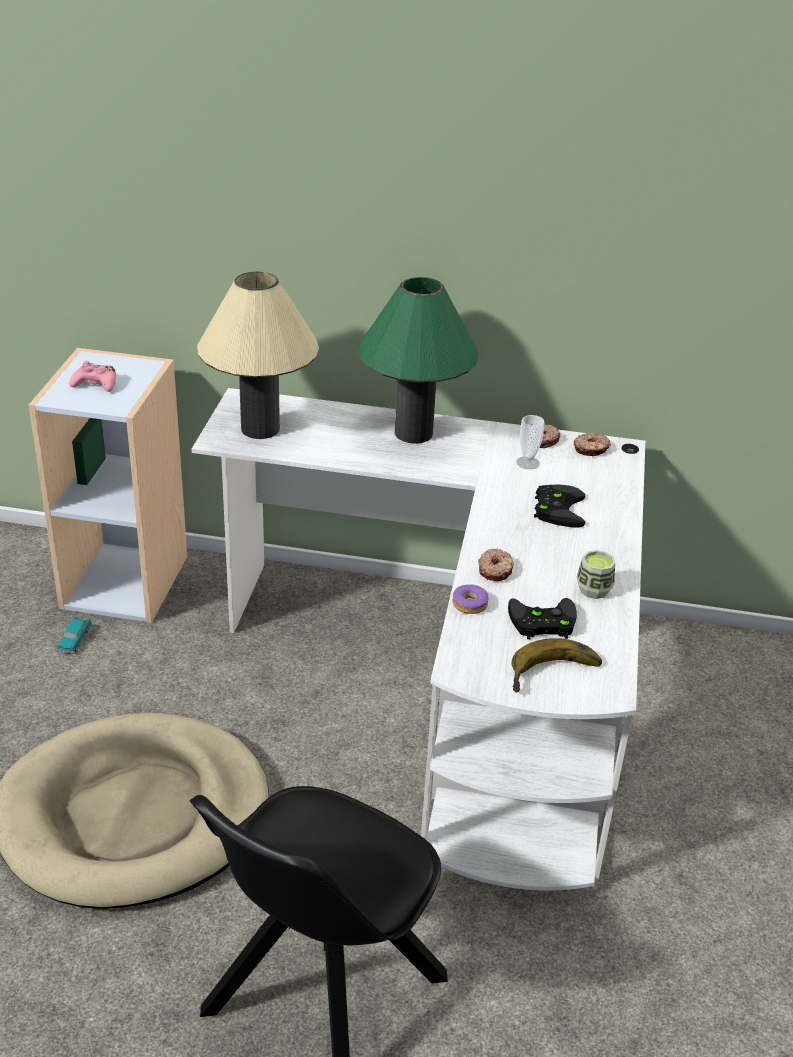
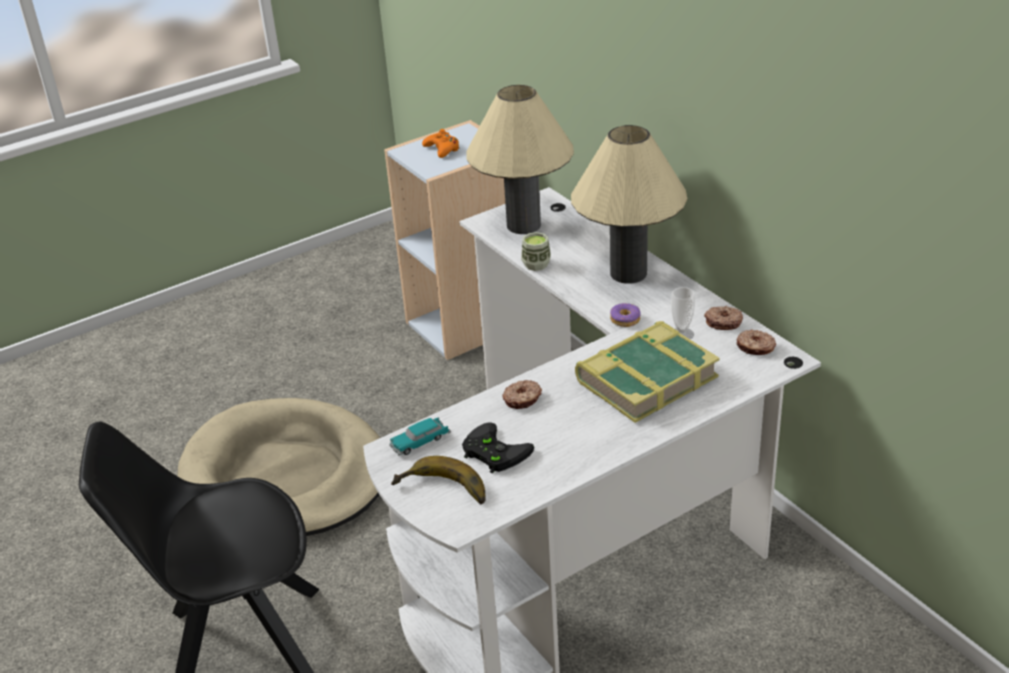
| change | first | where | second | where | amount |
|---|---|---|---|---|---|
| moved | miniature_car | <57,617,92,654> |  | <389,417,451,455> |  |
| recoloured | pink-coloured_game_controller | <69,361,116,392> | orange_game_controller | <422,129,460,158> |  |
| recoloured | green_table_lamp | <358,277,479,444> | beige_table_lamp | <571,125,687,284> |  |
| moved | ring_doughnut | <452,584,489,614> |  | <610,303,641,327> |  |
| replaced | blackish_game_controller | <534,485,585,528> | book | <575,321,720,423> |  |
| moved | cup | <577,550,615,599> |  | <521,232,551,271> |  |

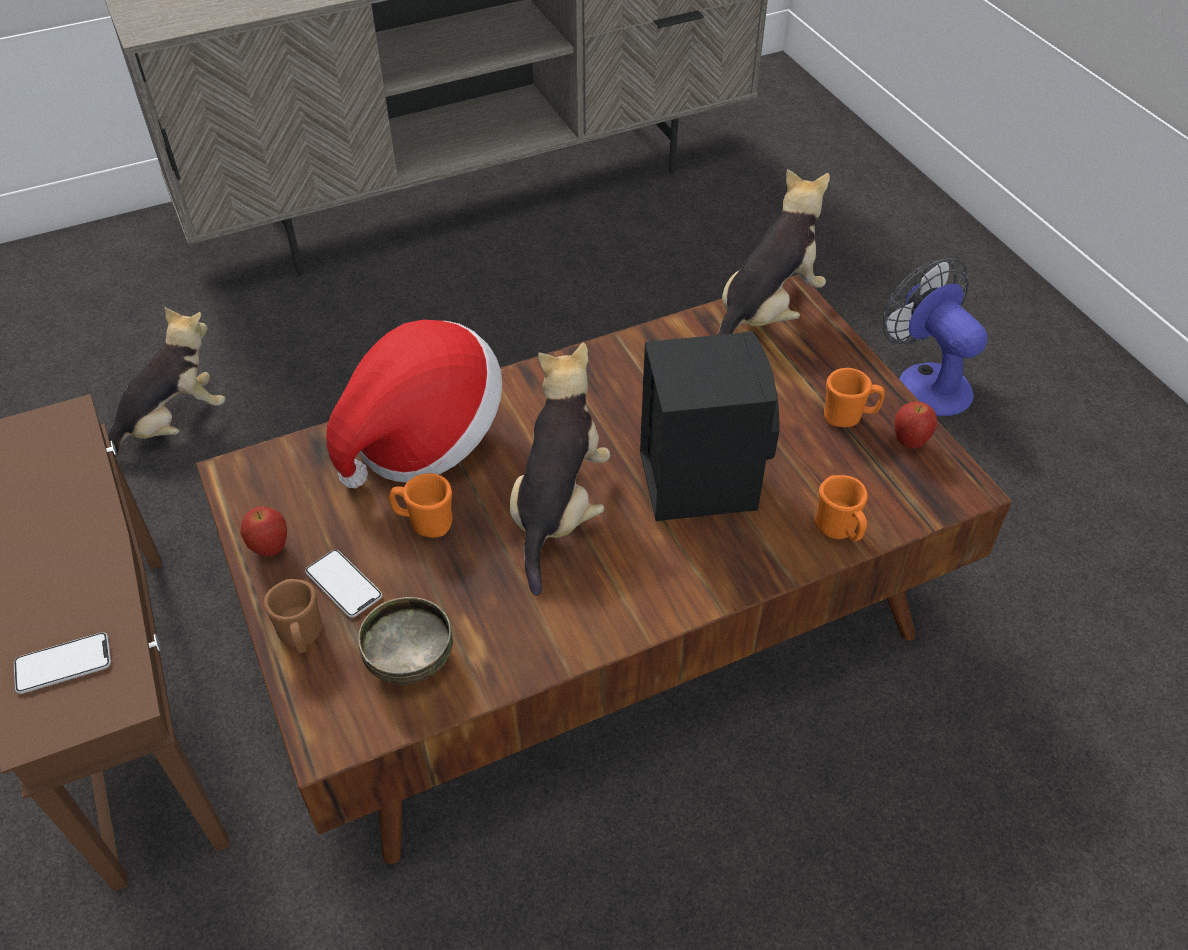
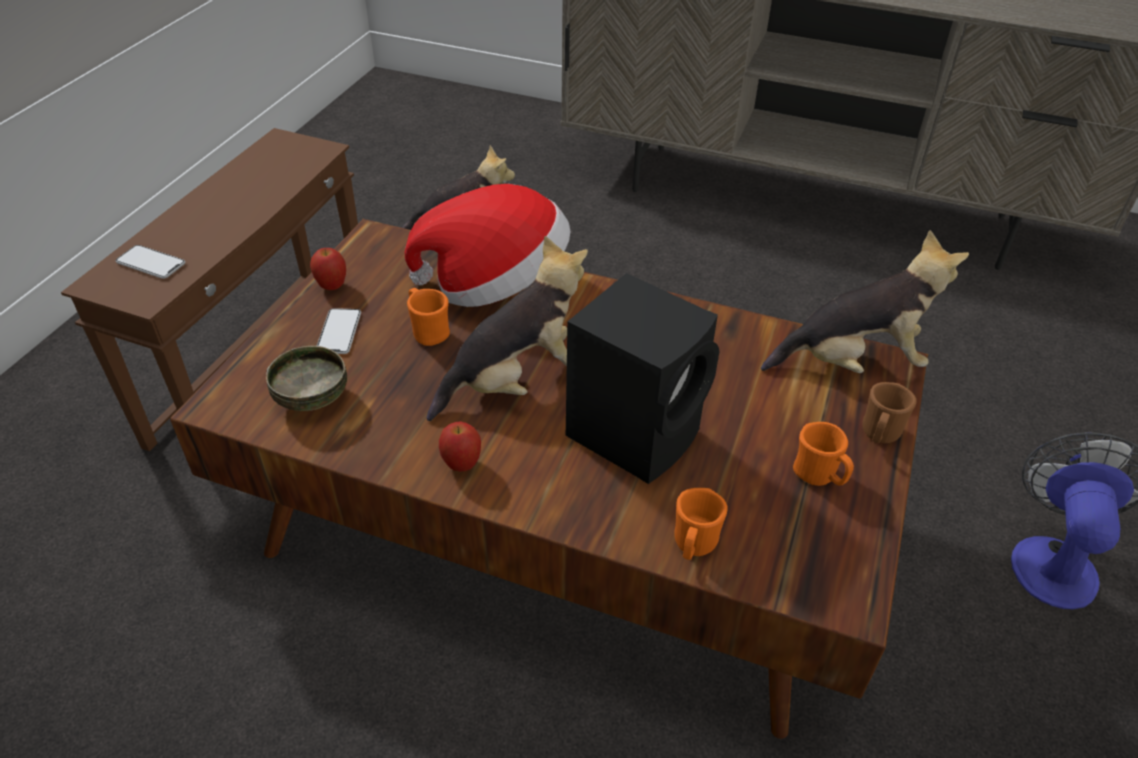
| change | first | where | second | where | amount |
|---|---|---|---|---|---|
| moved | brown-coloured_mug | <264,579,322,653> |  | <863,382,917,443> |  |
| moved | apple_fruit | <894,401,937,449> |  | <439,421,481,471> |  |

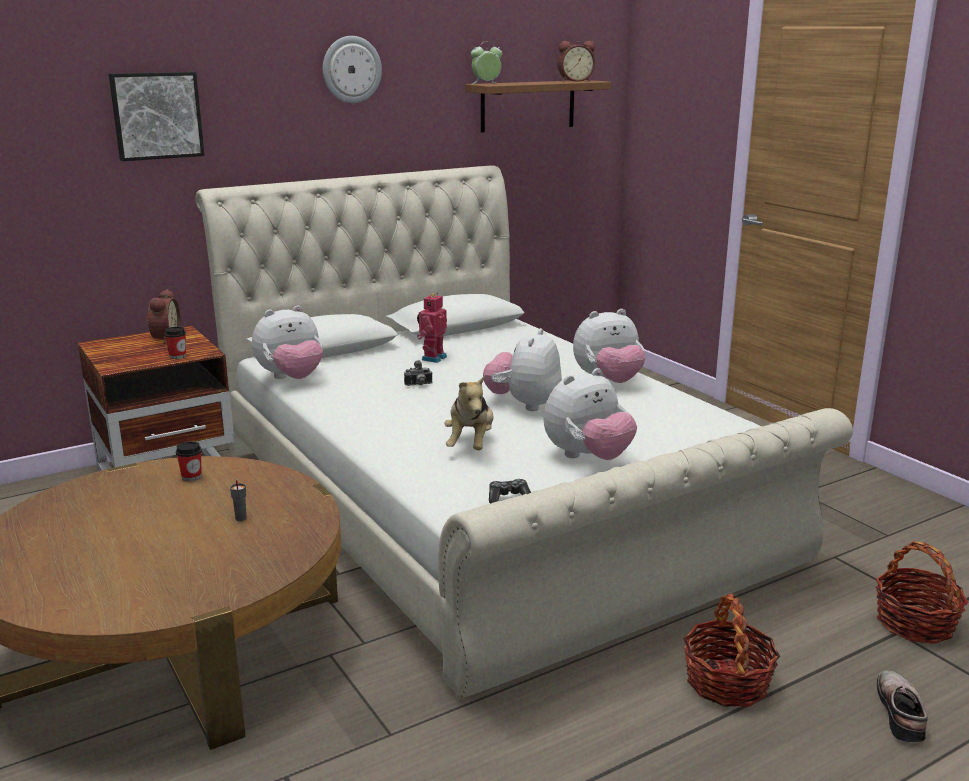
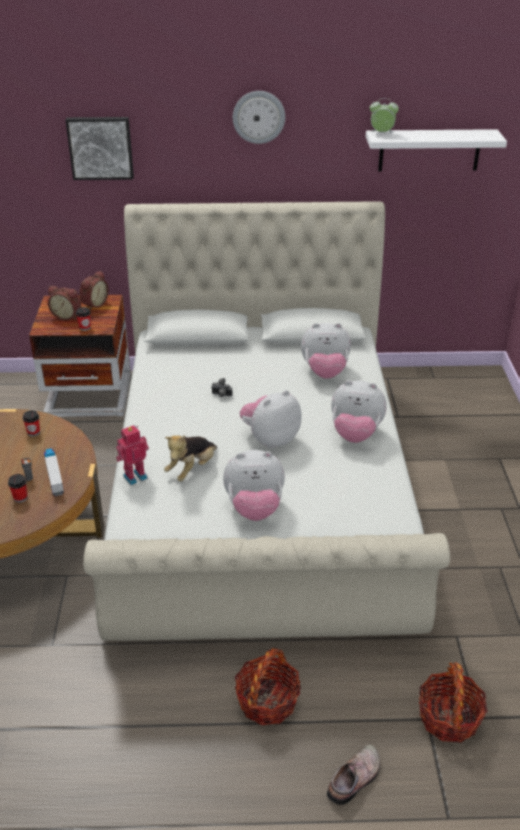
| change | first | where | second | where | amount |
|---|---|---|---|---|---|
| moved | soft_toy | <252,305,323,379> |  | <301,323,351,379> |  |
| moved | toy_robot | <417,293,447,363> |  | <116,425,149,485> |  |
| recoloured | brown-coloured_wall_shelf | <466,80,611,133> | white-coloured_wall_shelf | <366,129,507,171> |  |
| removed | game_controller | <489,479,531,504> |  |  |  |
| moved | alarm_clock | <557,41,595,82> |  | <48,286,81,321> |  |
| added |  |  | cup | <8,474,28,503> |  |
| added |  |  | toy_truck | <44,448,64,496> |  |

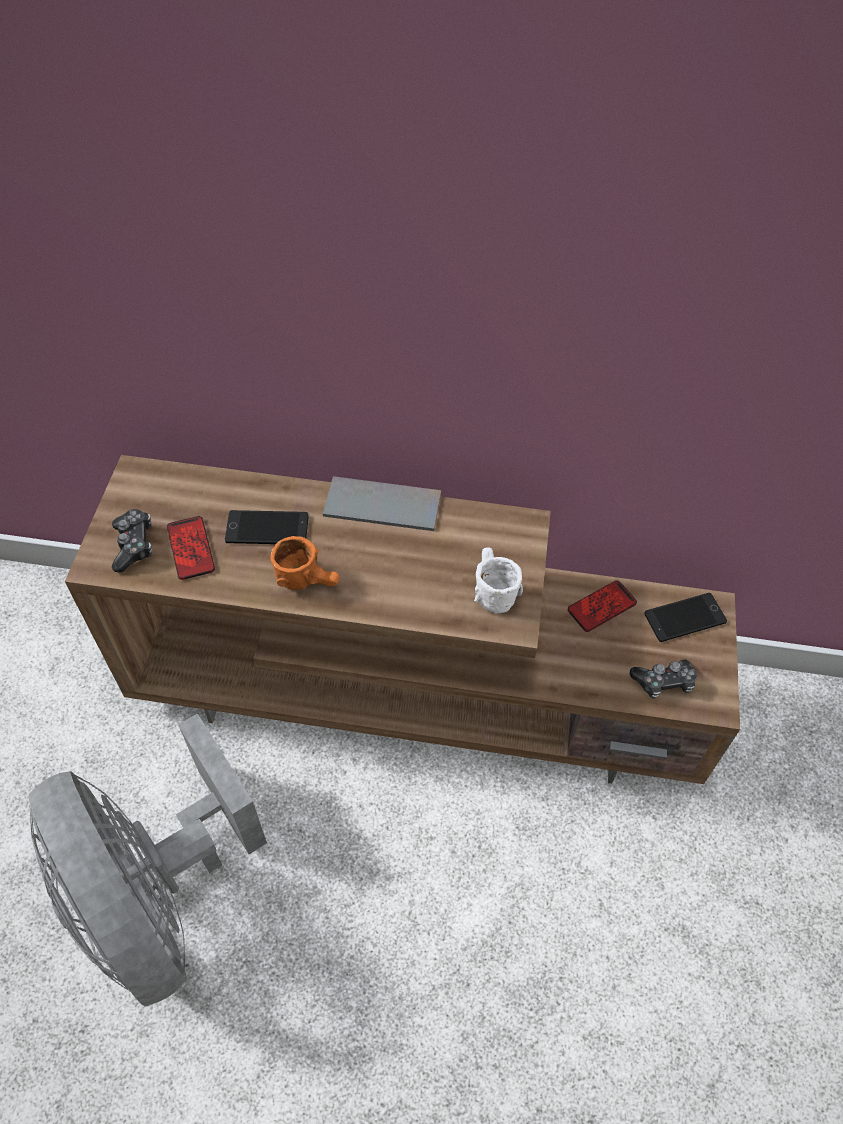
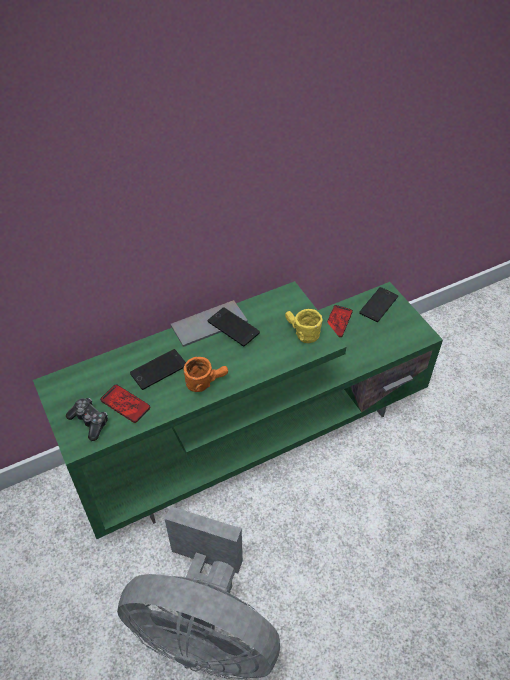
| change | first | where | second | where | amount |
|---|---|---|---|---|---|
| recoloured | brown-coloured_tv_stand | <65,455,740,784> | green_tv_stand | <33,281,443,539> |  |
| recoloured | white-coloured_mug | <474,547,523,613> | yellow-coloured_mug | <285,309,323,343> |  |
| removed | game_controller | <630,659,697,699> |  |  |  |
| added |  |  | phone | <208,307,260,346> |  |

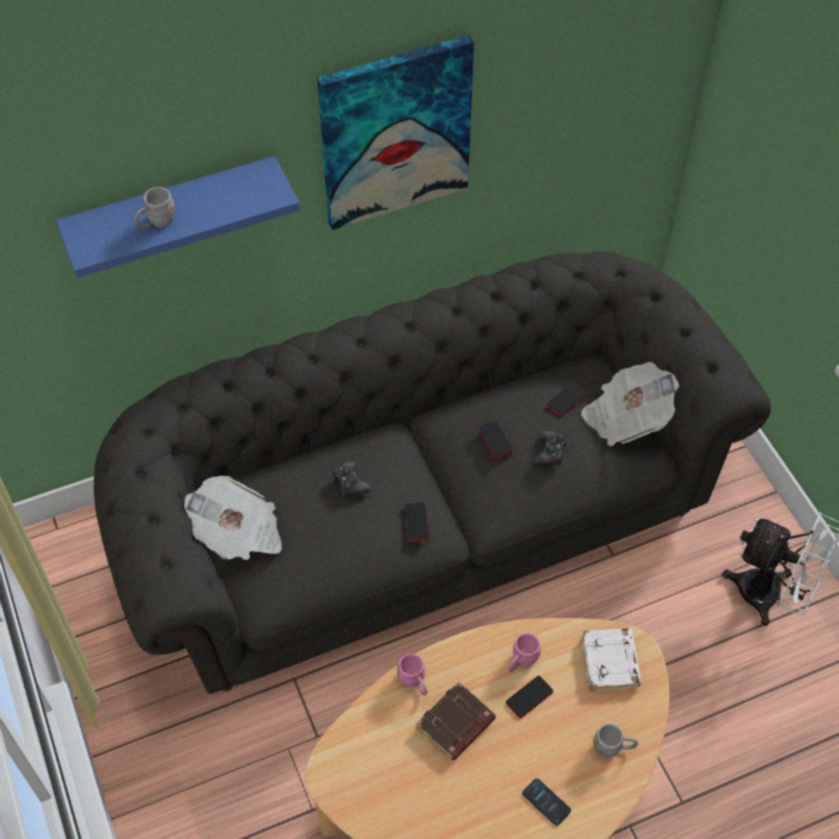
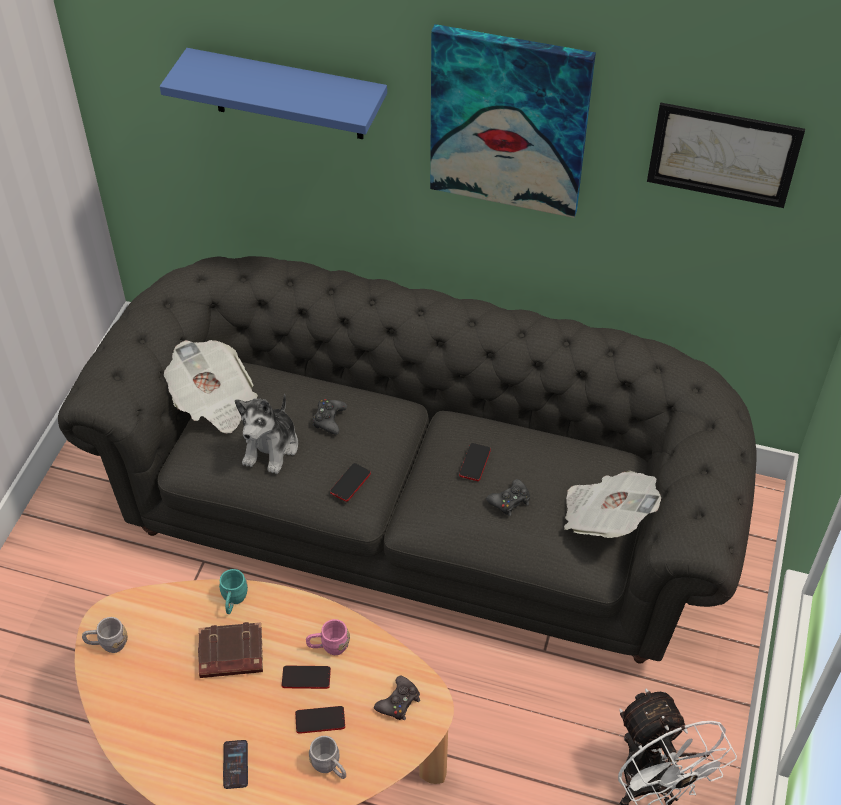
| change | first | where | second | where | amount |
|---|---|---|---|---|---|
| moved | gray_mug | <135,187,175,230> |  | <82,617,128,653> |  |
| recoloured | pink-coloured_mug | <397,653,427,696> | turquoise-coloured_mug | <219,569,248,614> |  |
| moved | phone | <547,382,587,417> |  | <295,706,345,734> |  |
| replaced | white-coloured_book | <582,628,642,691> | blackish_game_controller | <374,675,420,720> |  |
| added |  |  | soft_toy | <235,393,298,474> |  |
| added |  |  | wall_picture | <647,103,805,208> |  |

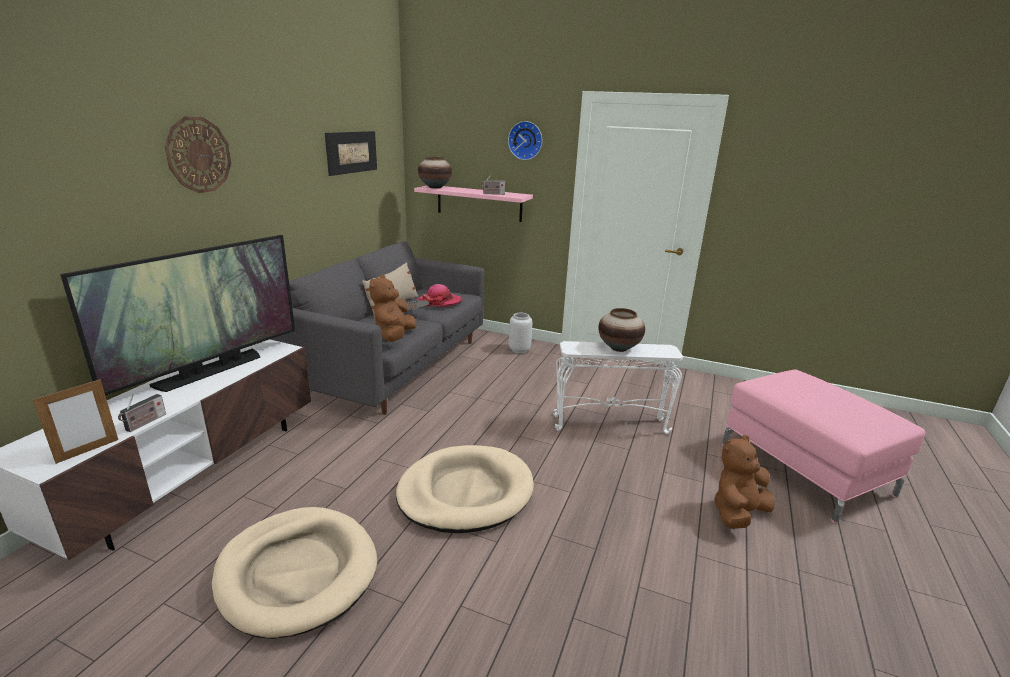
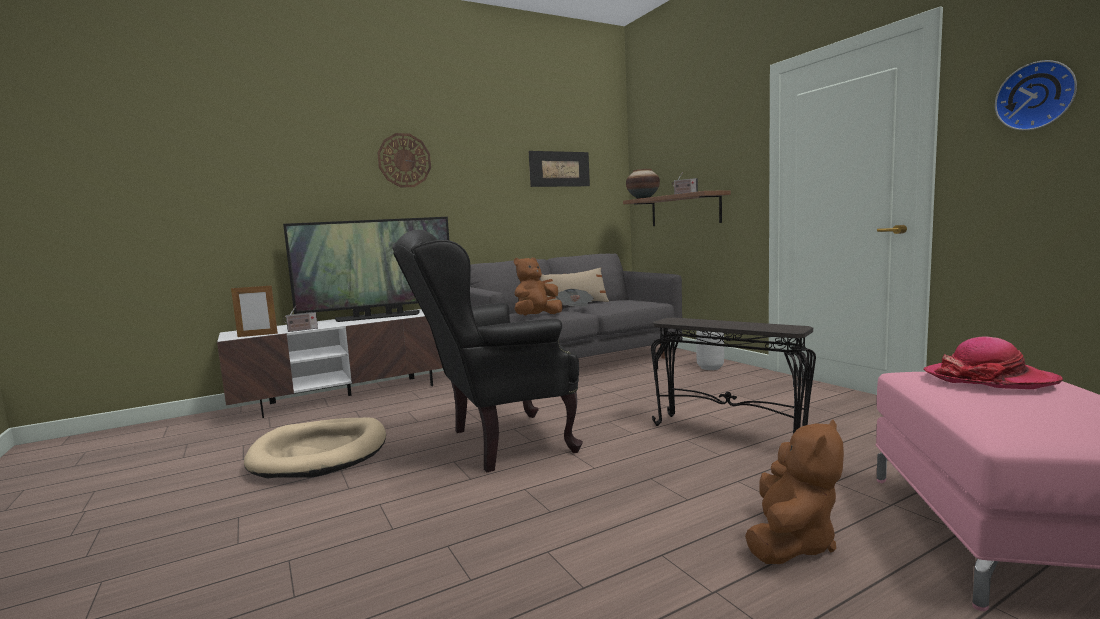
| change | first | where | second | where | amount |
|---|---|---|---|---|---|
| replaced | beige_dog_bed | <396,445,534,533> | blackish_lounge_chair | <392,229,583,473> |  |
| recoloured | pink-coloured_wall_shelf | <414,185,533,222> | brown-coloured_wall_shelf | <623,190,731,226> |  |
| moved | wearable_hat | <417,284,462,307> |  | <923,337,1063,389> |  |
| moved | wall_clock | <508,121,542,160> |  | <995,60,1077,130> |  |
| recoloured | white-coloured_accent_table | <553,341,683,435> | blackish_accent_table | <651,317,816,434> |  |
| removed | flower_vase | <598,308,645,352> |  |  |  |
| turned | brown-coloured_soft_toy | <714,435,774,529> |  | <745,419,844,564> | 120 degrees clockwise |

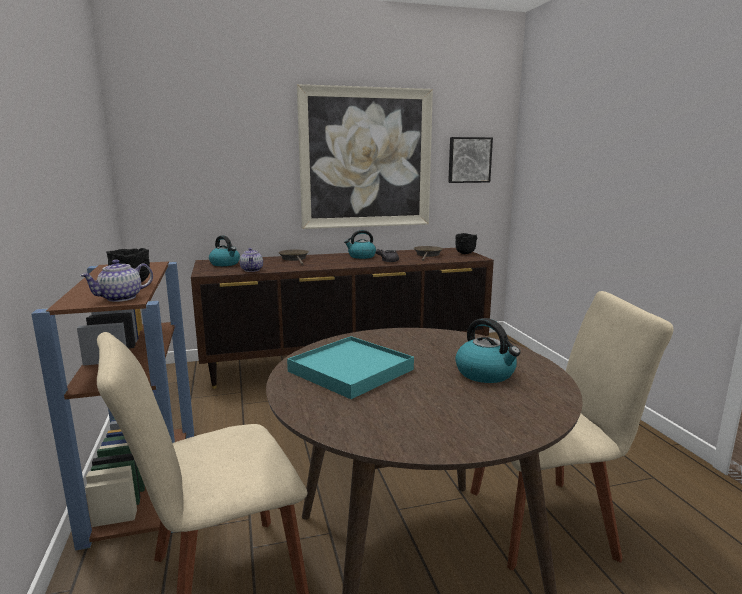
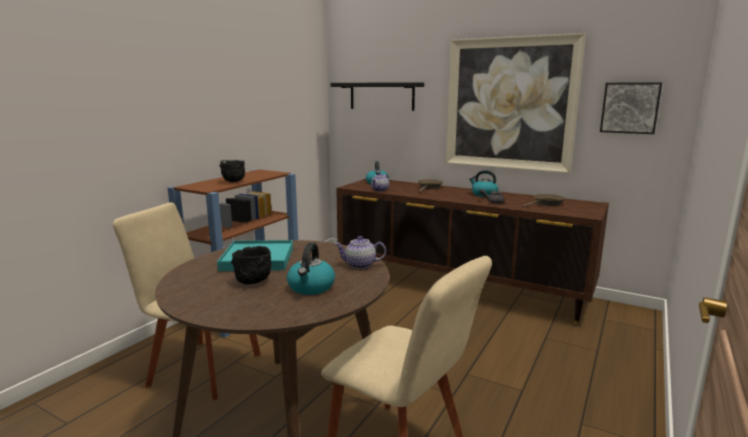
| change | first | where | second | where | amount |
|---|---|---|---|---|---|
| moved | tea_pot | <80,260,153,302> |  | <335,236,386,269> |  |
| moved | blackish_bowl | <456,233,477,254> |  | <231,246,272,285> |  |
| added |  |  | blackish_wall_shelf | <330,82,424,111> |  |

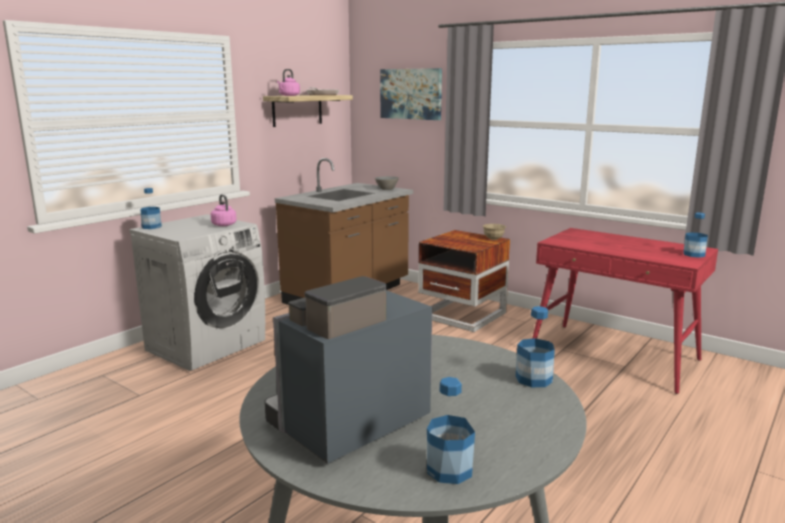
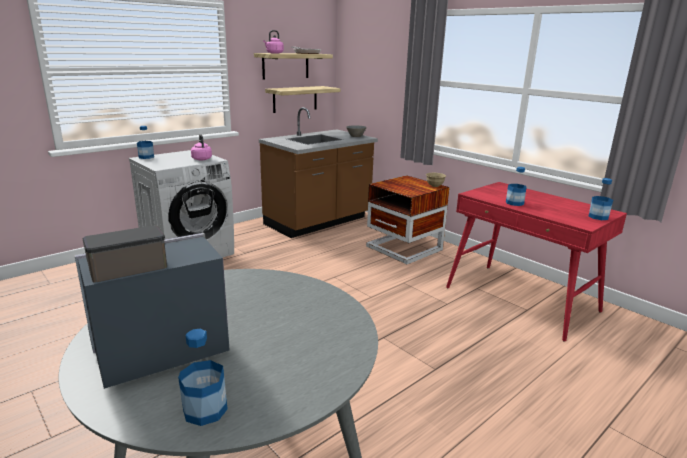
| change | first | where | second | where | amount |
|---|---|---|---|---|---|
| removed | wall_picture | <380,68,442,120> |  |  |  |
| moved | beverage_bottle | <516,306,555,387> |  | <506,167,526,206> |  |
| added |  |  | wall_shelf | <265,86,341,113> |  |

